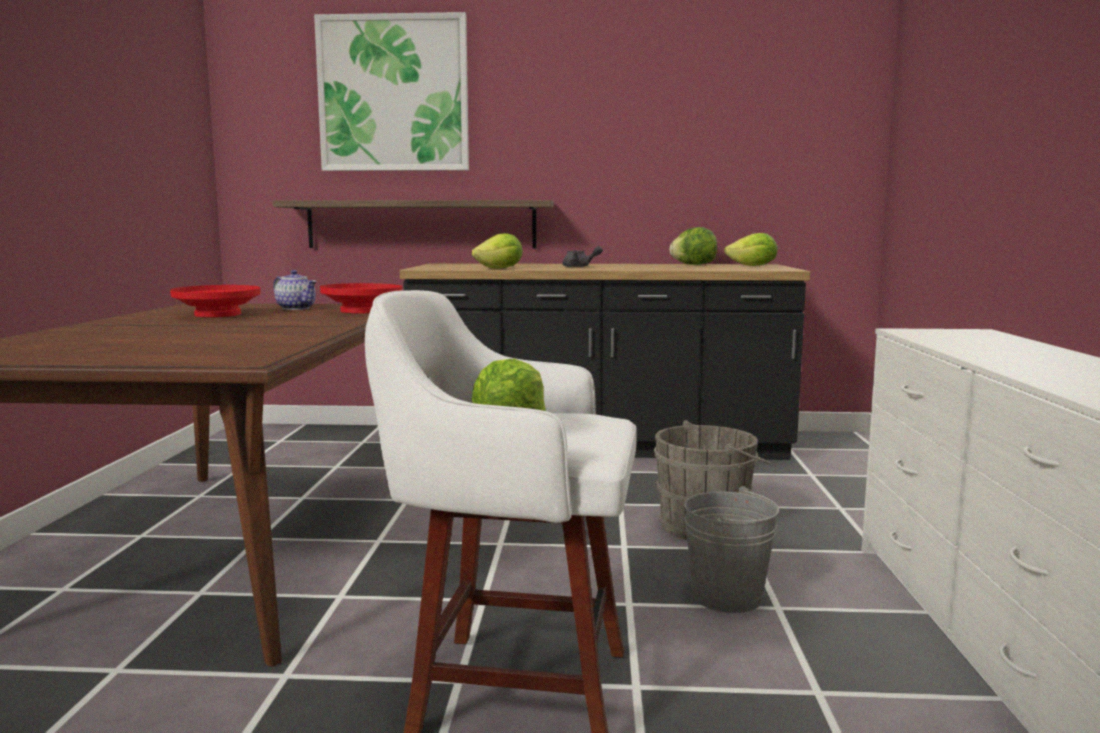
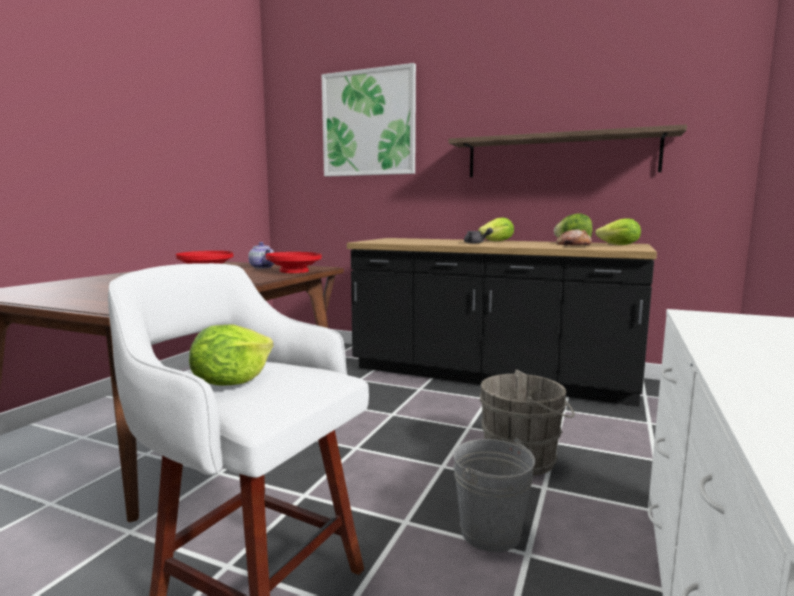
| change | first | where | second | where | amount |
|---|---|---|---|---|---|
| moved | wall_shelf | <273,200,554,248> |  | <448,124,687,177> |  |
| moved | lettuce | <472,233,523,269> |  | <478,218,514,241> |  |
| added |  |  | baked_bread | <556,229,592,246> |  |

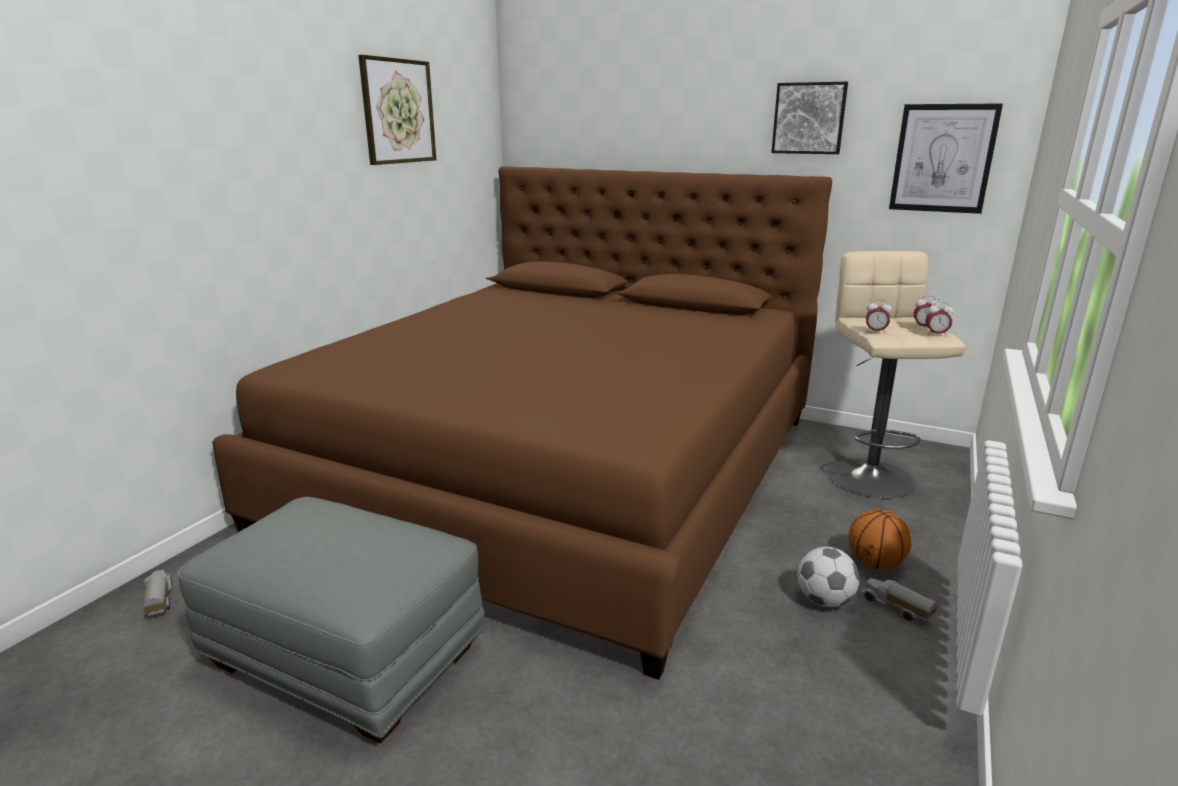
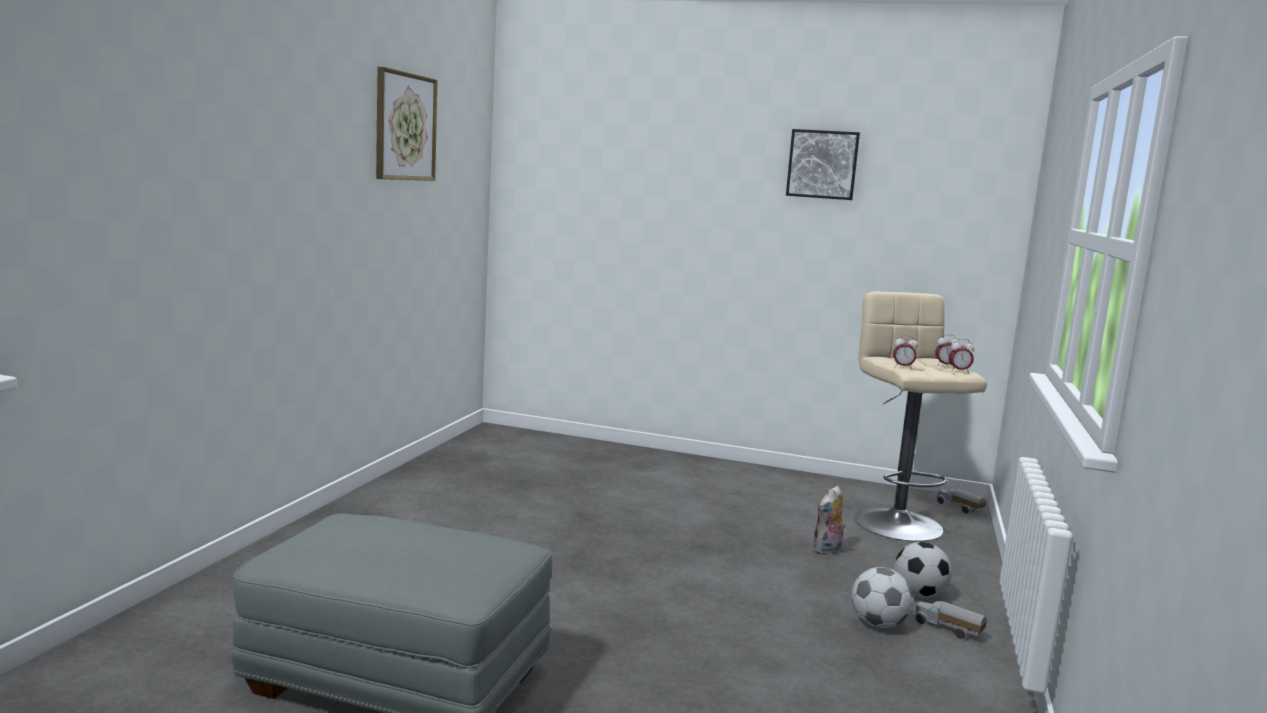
| change | first | where | second | where | amount |
|---|---|---|---|---|---|
| moved | toy_truck | <143,570,172,616> |  | <935,489,986,513> |  |
| removed | brown-coloured_sleeping_bed | <212,166,832,680> |  |  |  |
| replaced | ball_for_basketball | <848,509,911,570> | ball_for_football | <894,542,952,598> |  |
| removed | wall_picture | <889,103,1003,214> |  |  |  |
| added |  |  | soft_toy | <812,486,846,556> |  |

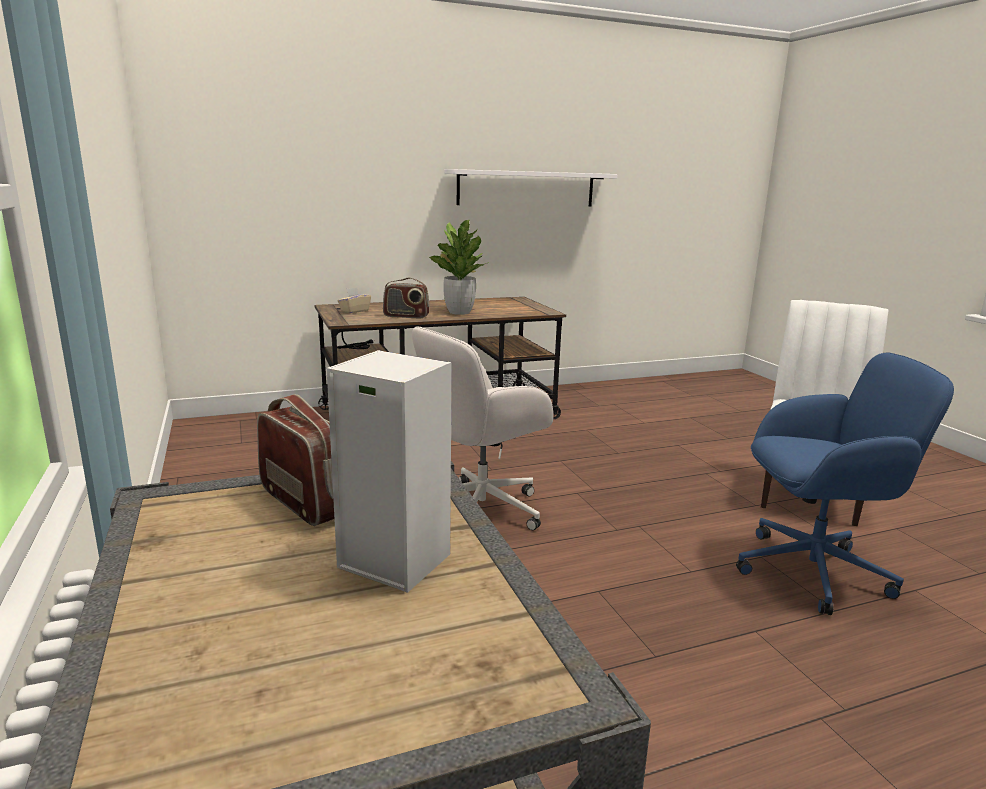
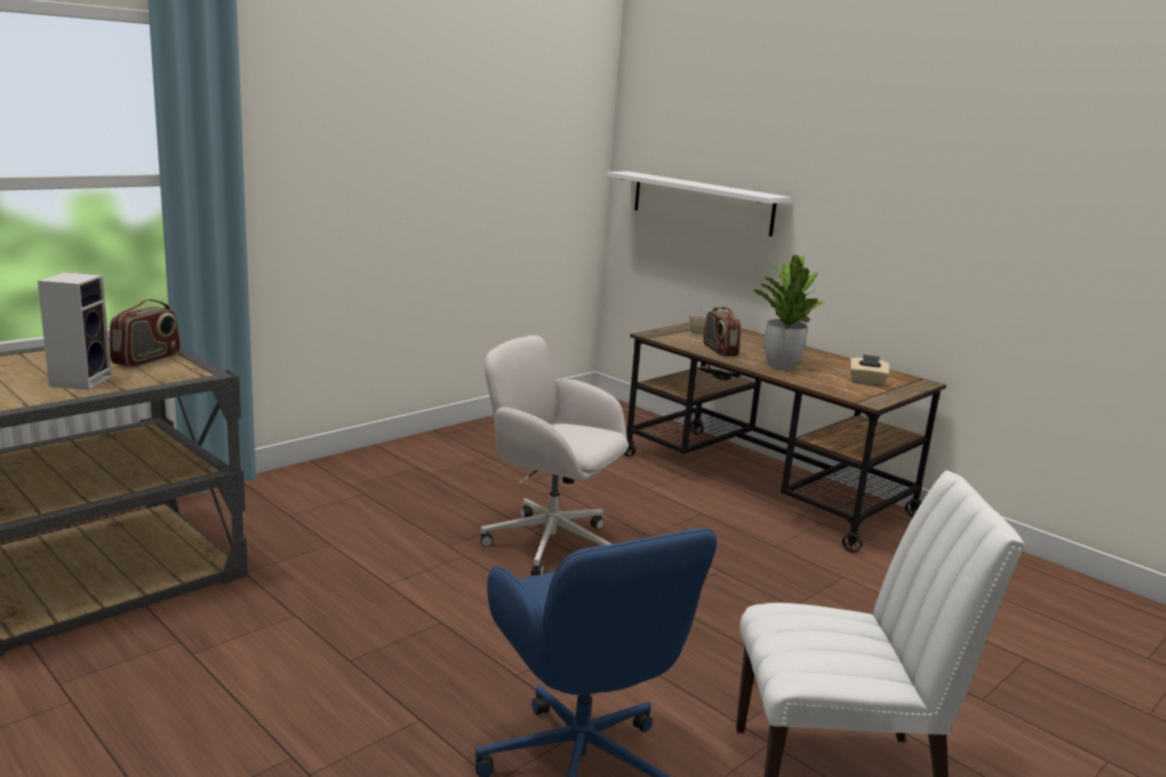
| change | first | where | second | where | amount |
|---|---|---|---|---|---|
| moved | white-coloured_wall_shelf | <445,169,617,207> |  | <606,171,791,237> |  |
| added |  |  | beige_tissue_box | <850,354,889,386> |  |

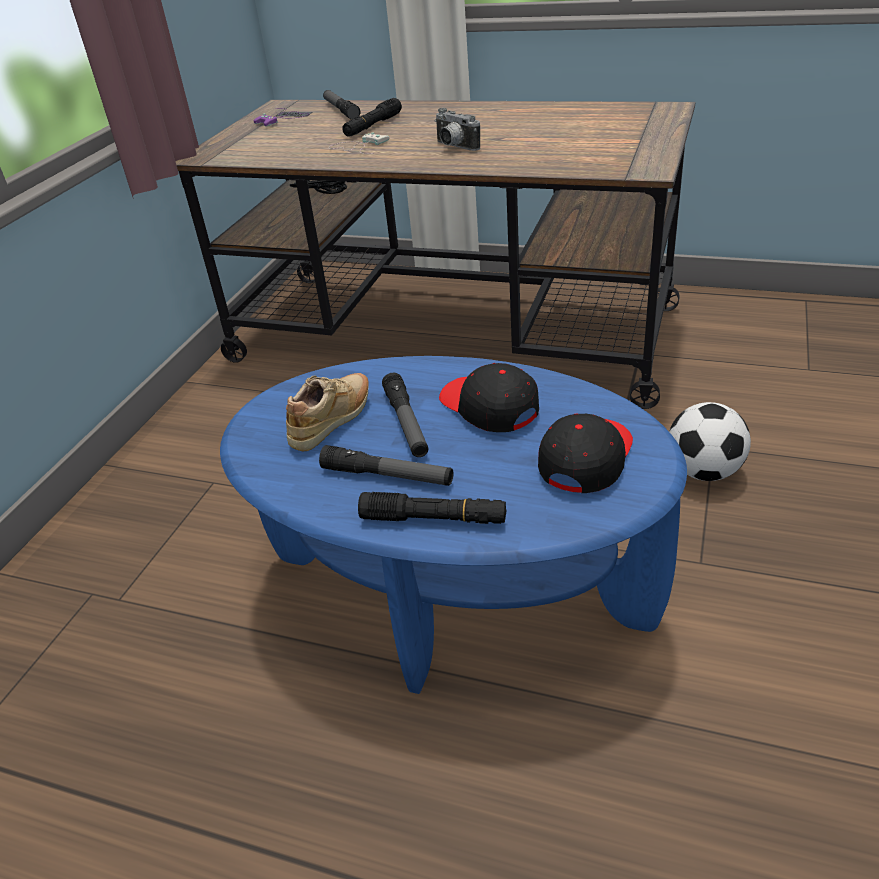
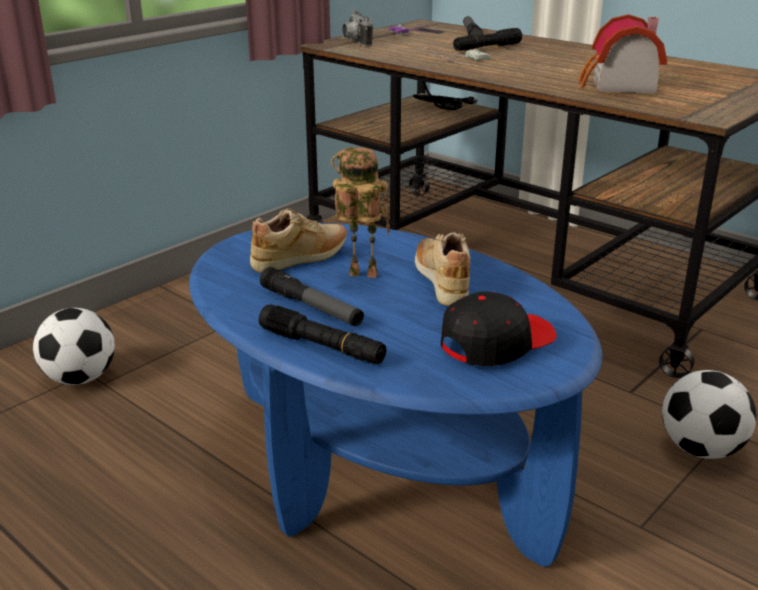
| change | first | where | second | where | amount |
|---|---|---|---|---|---|
| replaced | flashlight | <382,373,428,457> | toy_robot | <331,147,390,278> |  |
| moved | still_camera | <435,108,480,151> |  | <342,10,373,46> |  |
| replaced | blackish_cap | <439,363,539,432> | beige_low_shoe | <415,232,471,306> |  |
| added |  |  | ball_for_football | <33,308,115,385> |  |
| added |  |  | toy_house | <578,14,667,94> |  |

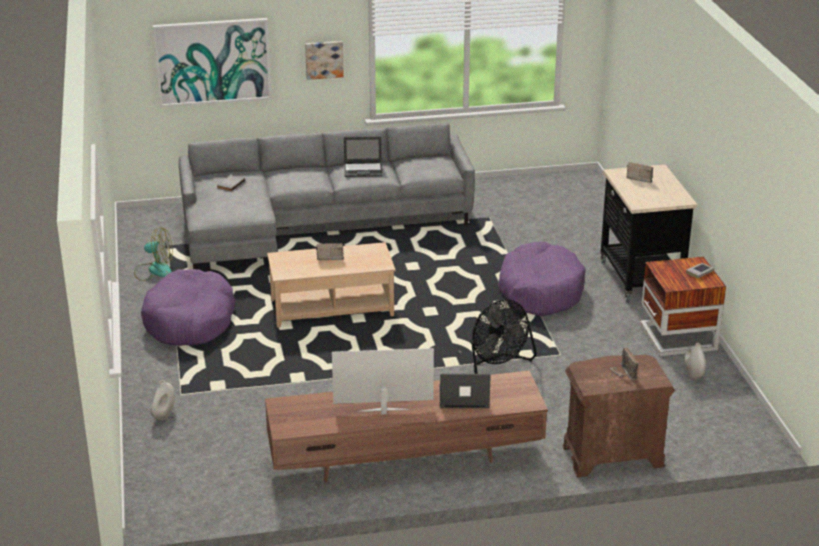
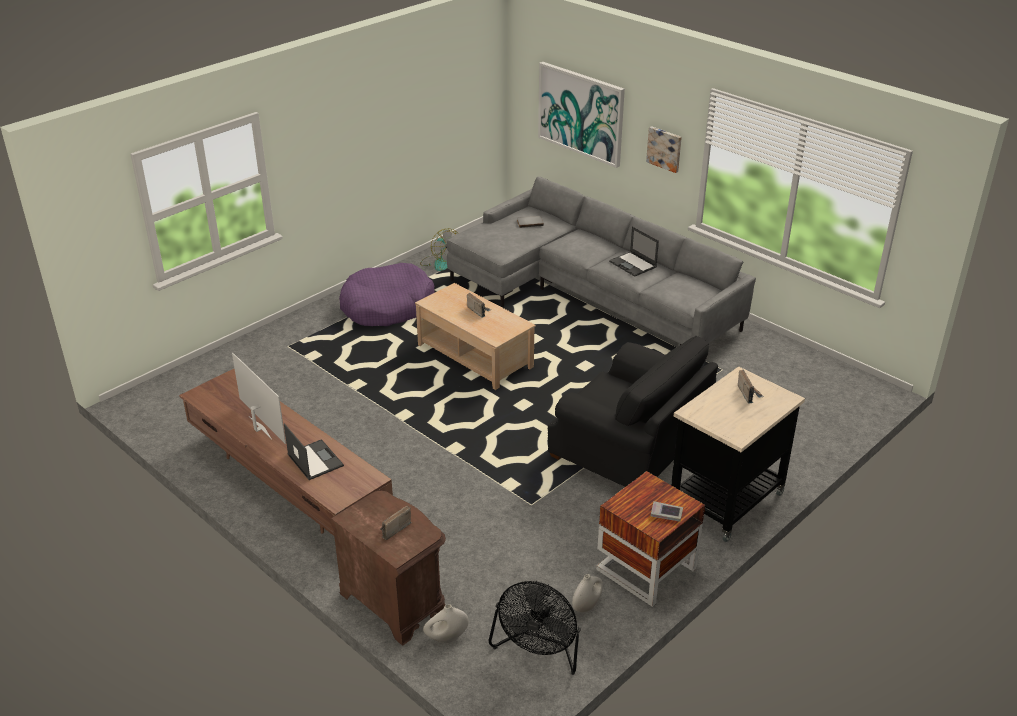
| change | first | where | second | where | amount |
|---|---|---|---|---|---|
| moved | white-coloured_flower_vase | <150,380,175,420> |  | <423,604,469,643> |  |
| moved | blackish_electric_fan | <458,299,537,374> |  | <489,580,581,675> |  |
| replaced | purple_dog_bed | <498,241,586,316> | blackish_lounge_chair | <548,336,718,487> |  |

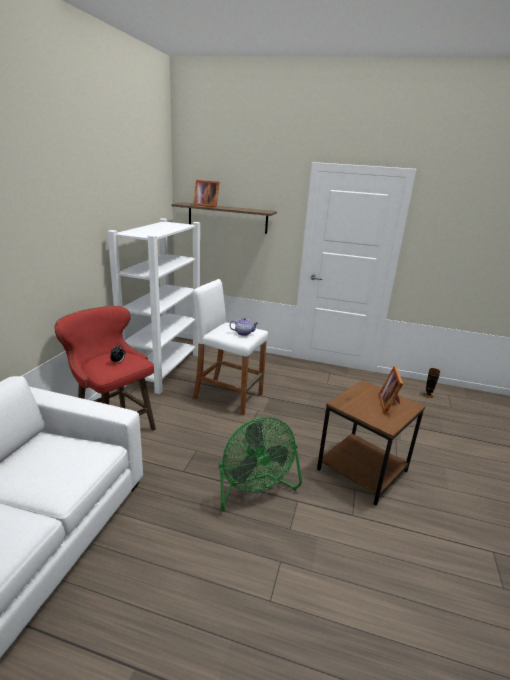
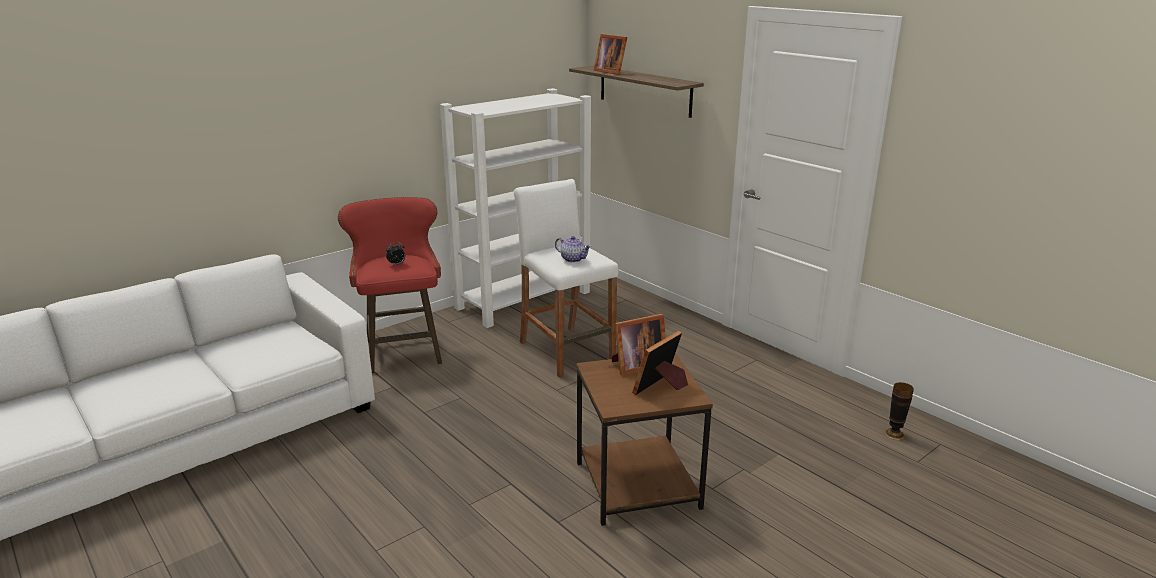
| change | first | where | second | where | amount |
|---|---|---|---|---|---|
| removed | green_electric_fan | <219,417,302,512> |  |  |  |
| added |  |  | photo_frame | <612,314,666,376> |  |

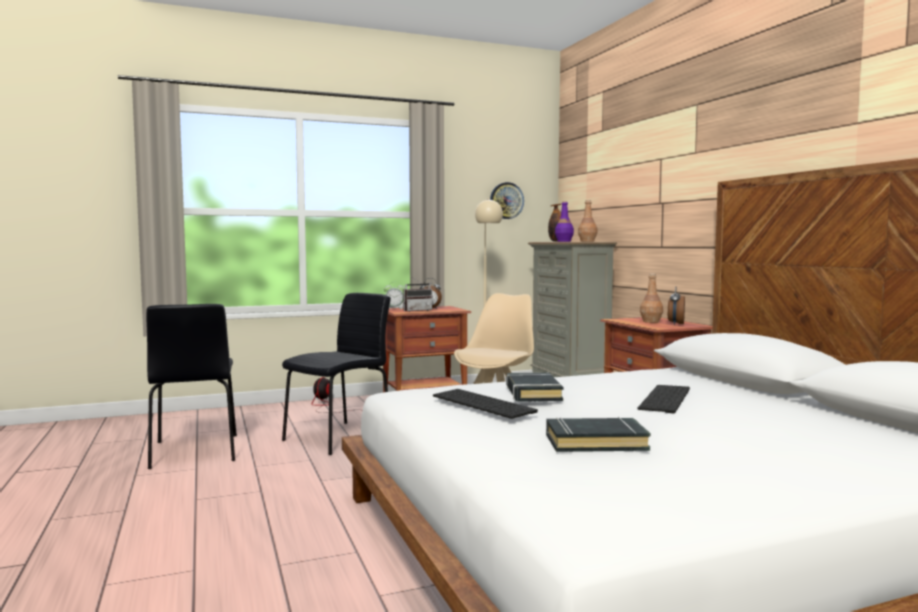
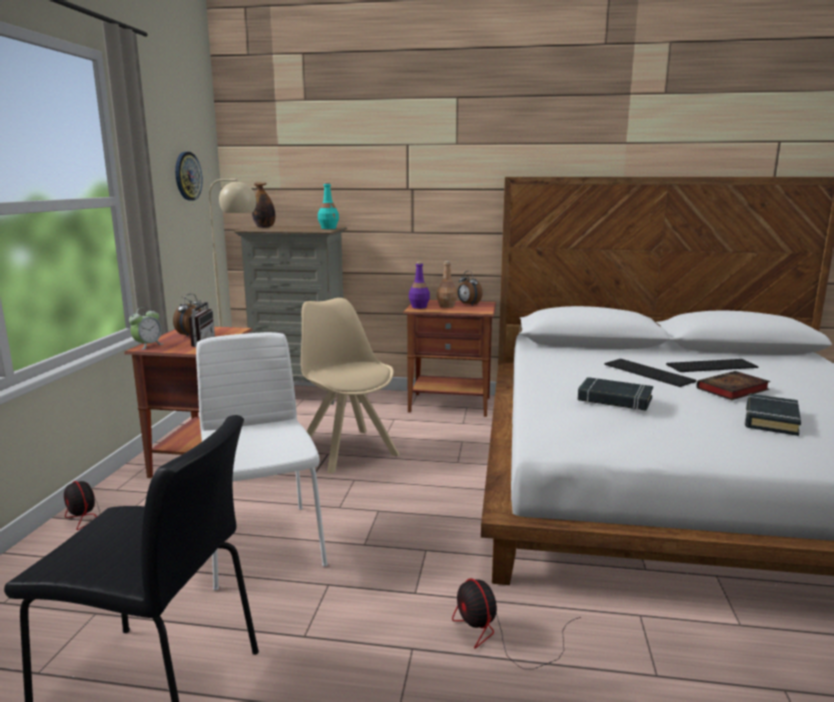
| change | first | where | second | where | amount |
|---|---|---|---|---|---|
| recoloured | blackish_chair | <282,293,391,455> | white-coloured_chair | <196,332,328,591> |  |
| moved | keyboard | <433,389,538,419> |  | <666,359,759,372> |  |
| moved | purple_beverage_bottle | <555,201,574,242> |  | <409,262,430,309> |  |
| recoloured | brown-coloured_beverage_bottle | <578,200,597,242> | turquoise-coloured_beverage_bottle | <318,182,339,229> |  |
| added |  |  | electric_fan | <452,578,581,669> |  |
| added |  |  | book | <696,371,770,400> |  |

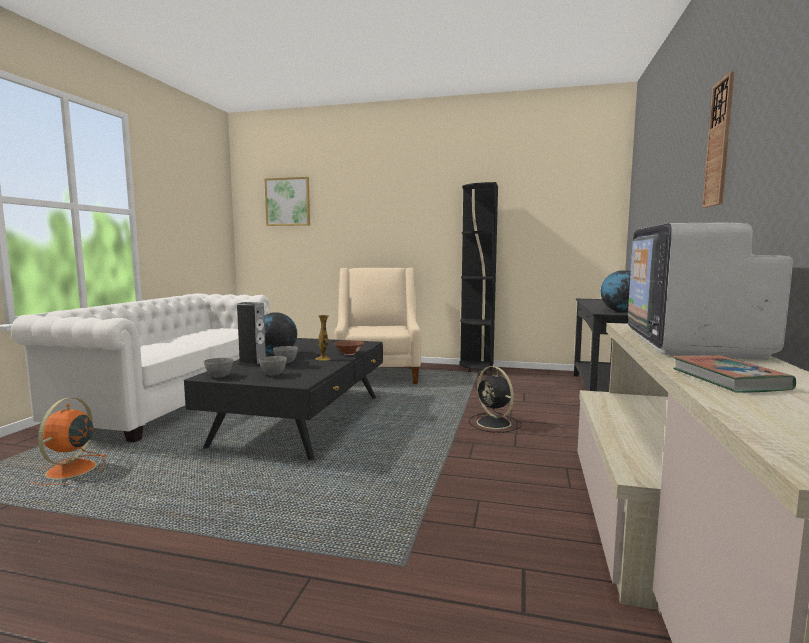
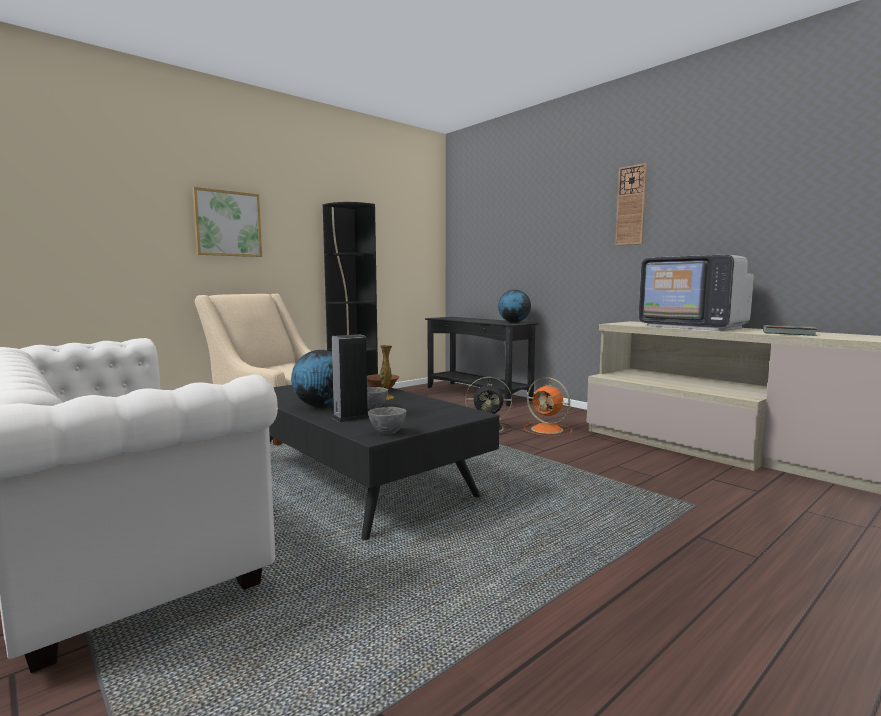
| change | first | where | second | where | amount |
|---|---|---|---|---|---|
| moved | orange_electric_fan | <31,397,107,485> |  | <524,377,572,436> |  |
| removed | gray_bowl | <259,356,287,376> |  |  |  |
| moved | wall_picture | <264,177,310,226> |  | <192,187,262,257> |  |

